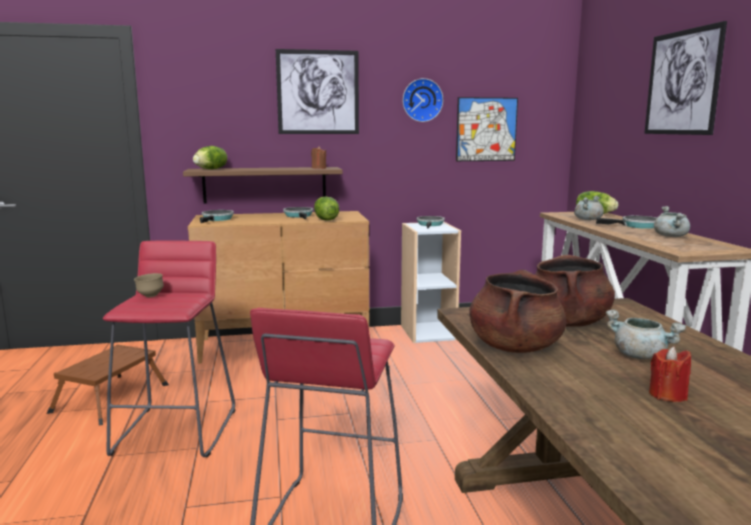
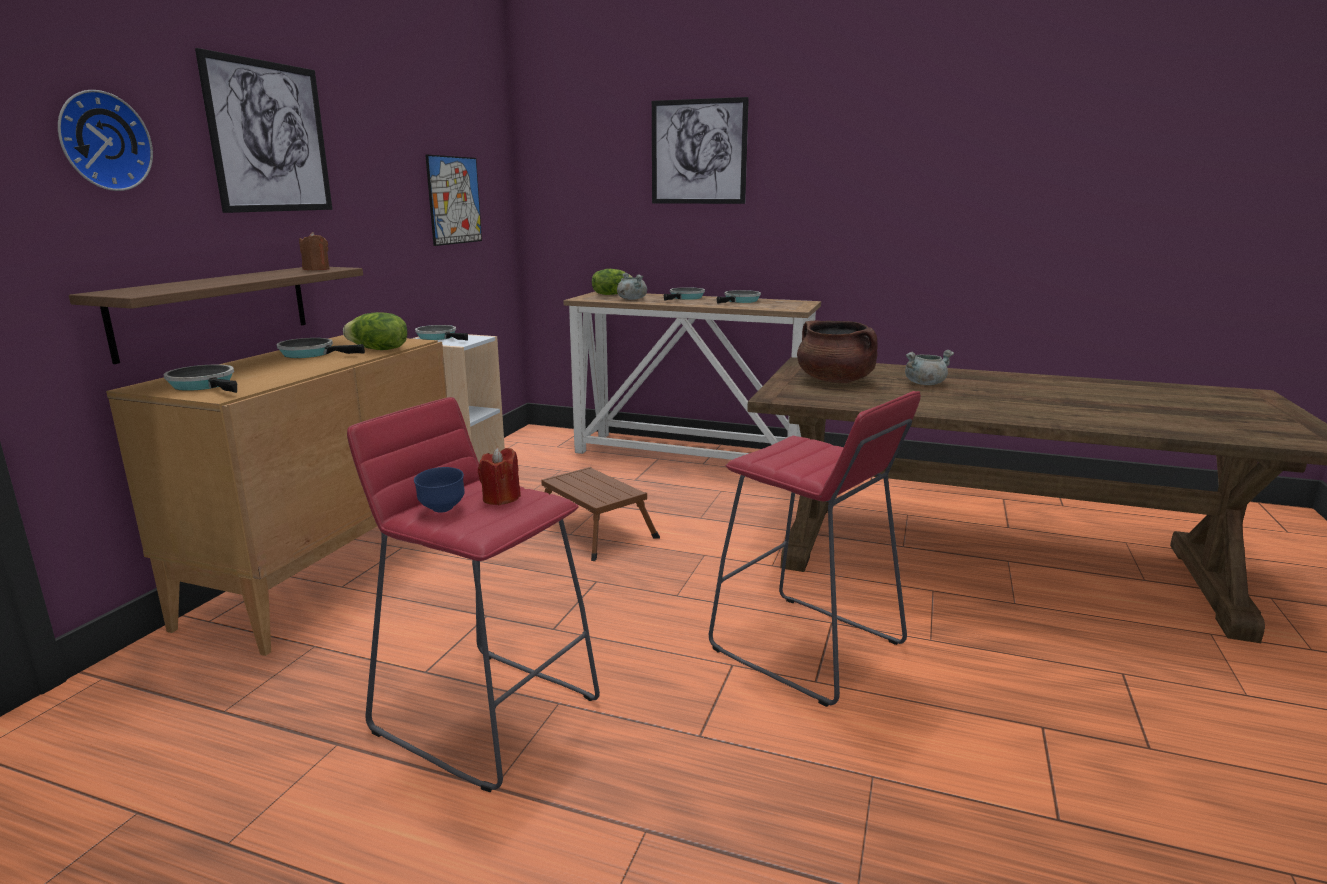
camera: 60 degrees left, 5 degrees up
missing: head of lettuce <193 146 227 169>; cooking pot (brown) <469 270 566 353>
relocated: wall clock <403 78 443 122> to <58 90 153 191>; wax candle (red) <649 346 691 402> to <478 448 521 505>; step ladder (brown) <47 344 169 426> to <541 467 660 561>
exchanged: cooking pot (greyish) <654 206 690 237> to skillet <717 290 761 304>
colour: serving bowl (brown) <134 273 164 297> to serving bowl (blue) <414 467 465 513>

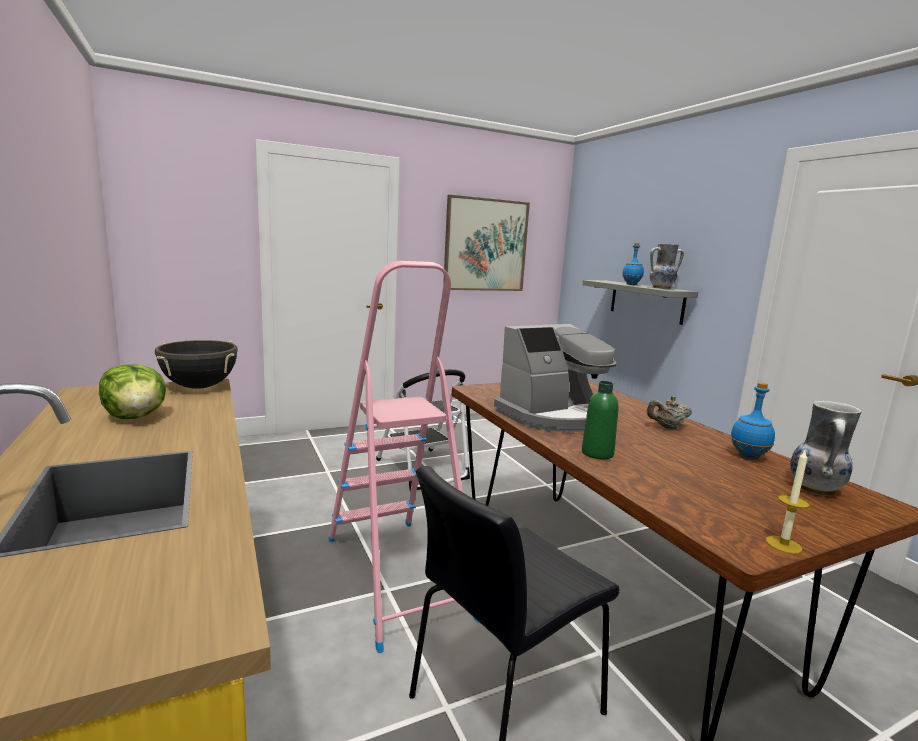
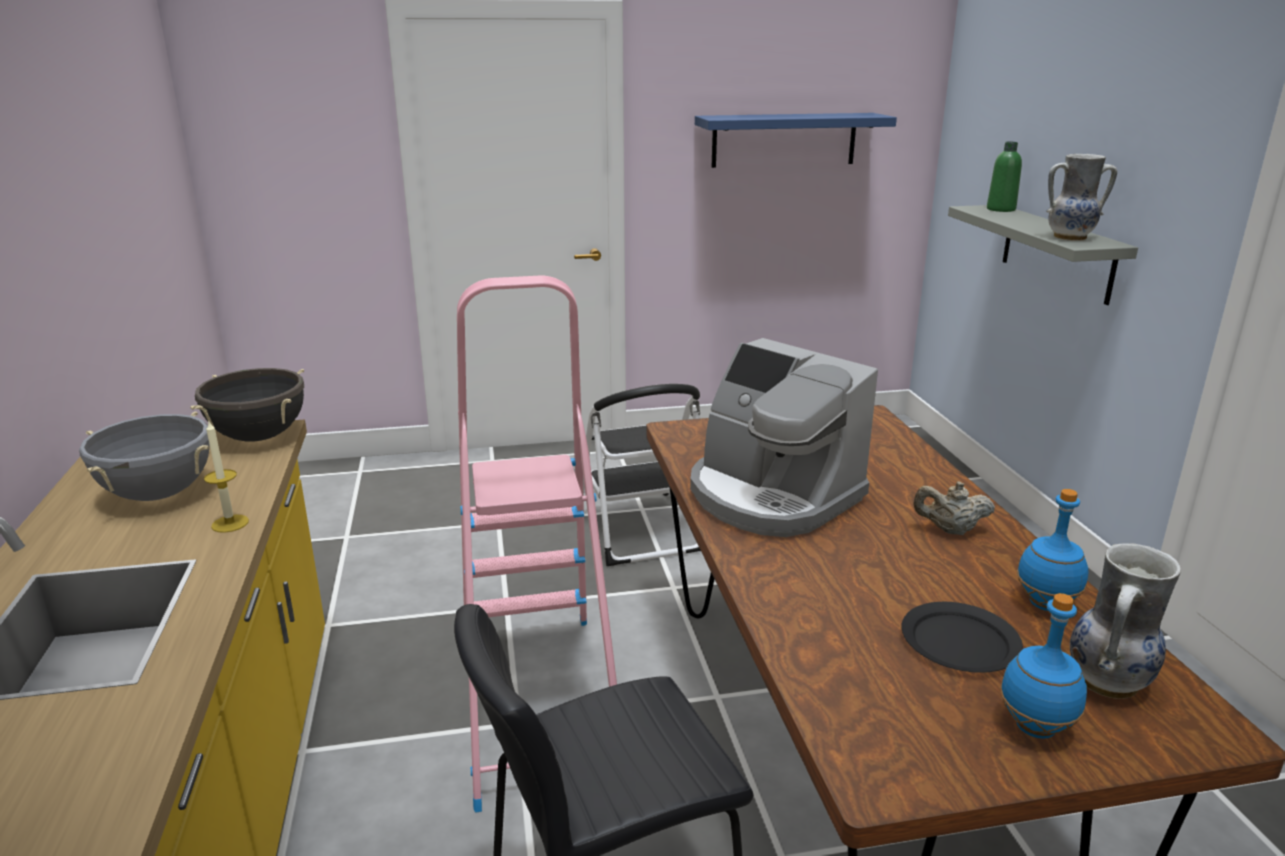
camera: 15 degrees right, 10 degrees up
appeared: dinner plate (blackish) <901 602 1023 673>
relocated: wax candle <766 449 810 554> to <204 422 249 533>; bottle (green) <582 381 619 459> to <987 142 1022 212>; bottle (blue) <622 243 644 285> to <1000 593 1087 739>
exchanged: head of lettuce <99 364 166 419> to cooking pot (greyish) <79 411 210 501>; picture <443 195 530 291> to wall shelf (blue) <695 113 897 168>
spun: coffee brewer <494 324 616 432> = <690 338 878 537> 60 degrees clockwise

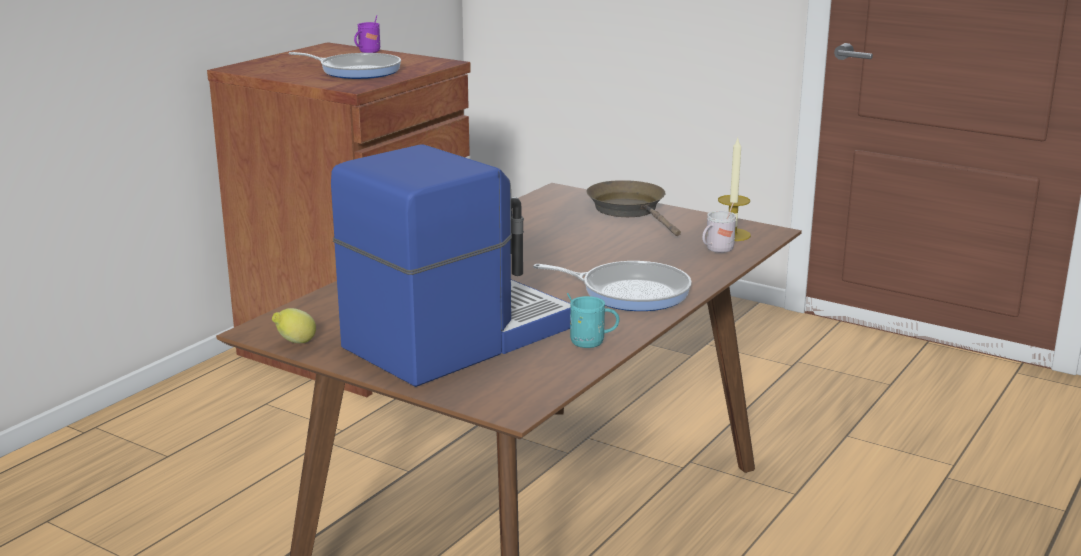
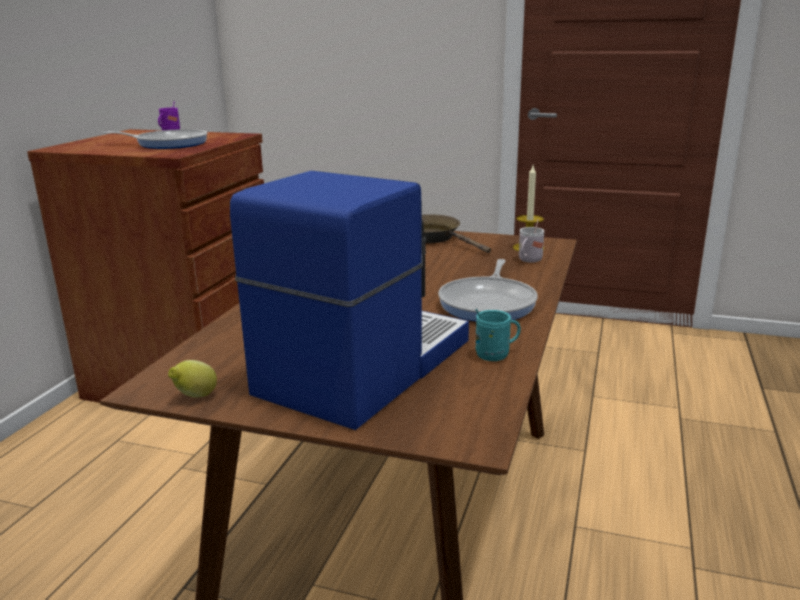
camera: 15 degrees left, 0 degrees up
spun: skillet <533 261 692 311> = <438 259 538 321> 105 degrees clockwise

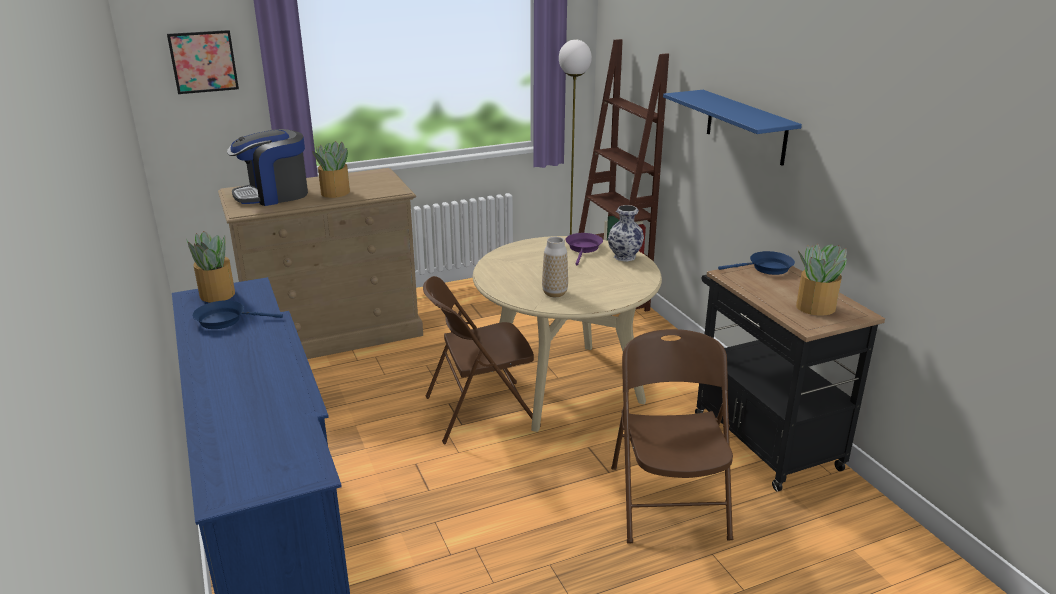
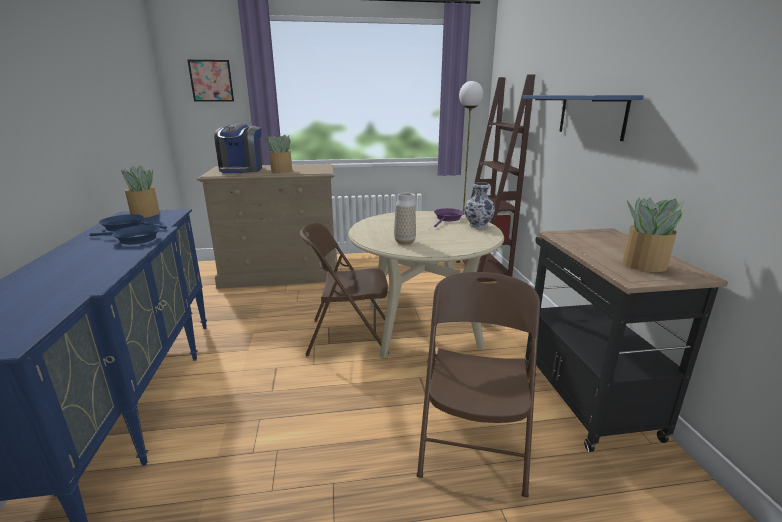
camera: 15 degrees right, 5 degrees down
relocated: skillet (blue) <718 251 795 275> to <90 225 160 245>
spun: coffee brewer <227 129 308 206> = <214 123 262 173> 75 degrees counterclockwise

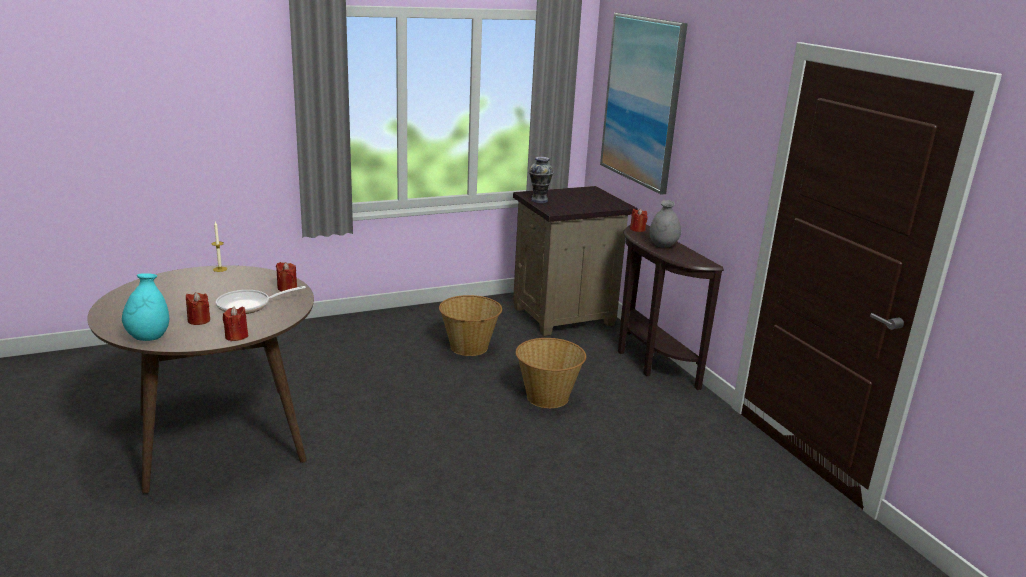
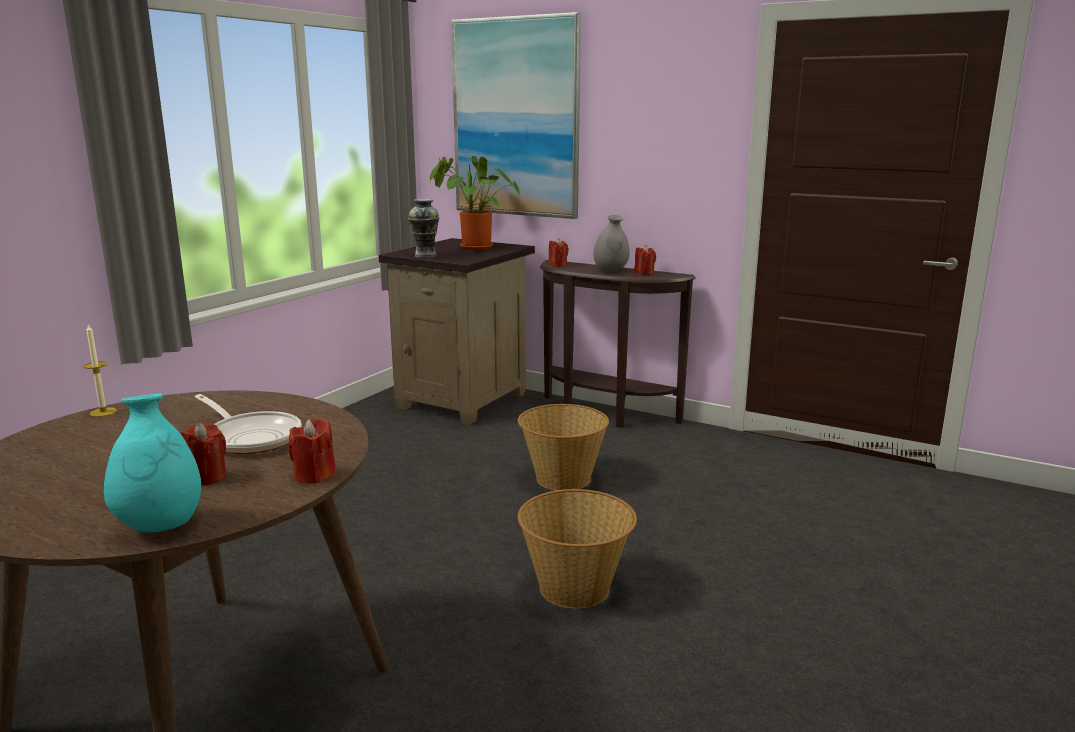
camera: 35 degrees left, 5 degrees down
appeared: houseplant <430 156 520 250>
relocated: storage basket <439 295 502 356> to <518 489 637 609>; wax candle (red) <276 262 297 291> to <634 245 656 275>
spun: skillet <216 286 306 314> = <195 394 302 454> 75 degrees counterclockwise

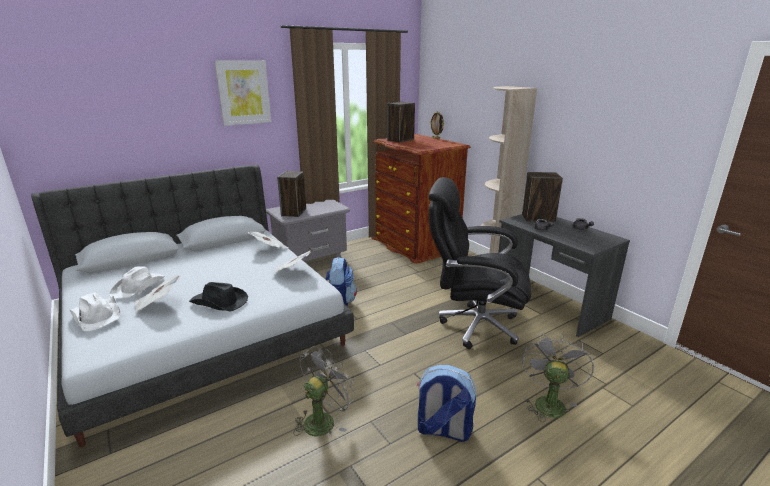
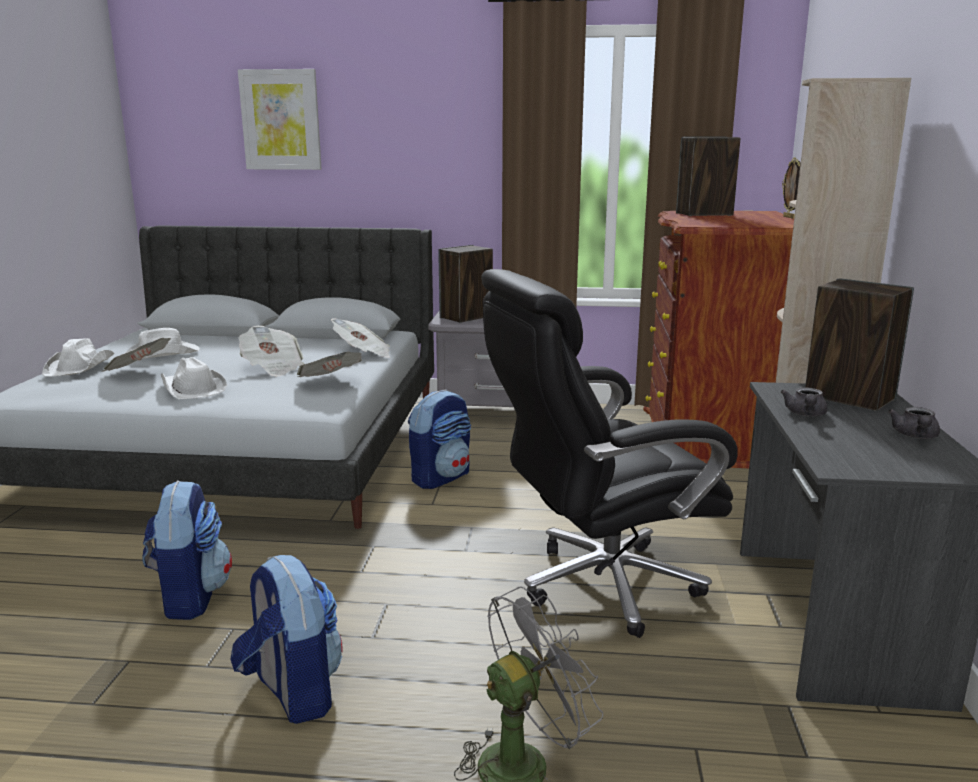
camera: 40 degrees right, 5 degrees down
appeared: newspaper <239 326 304 377>
relocated: picture <214 60 271 126> to <238 69 322 170>
exchanged: cooling fan (greyish) <293 346 357 436> to backpack <142 480 232 620>
colour: clothing hat (blackish) <189 282 248 312> to clothing hat (white-coloured) <161 357 227 399>
spun: computer chair (blackish) <429 177 531 349> = <481 269 738 638> 75 degrees counterclockwise

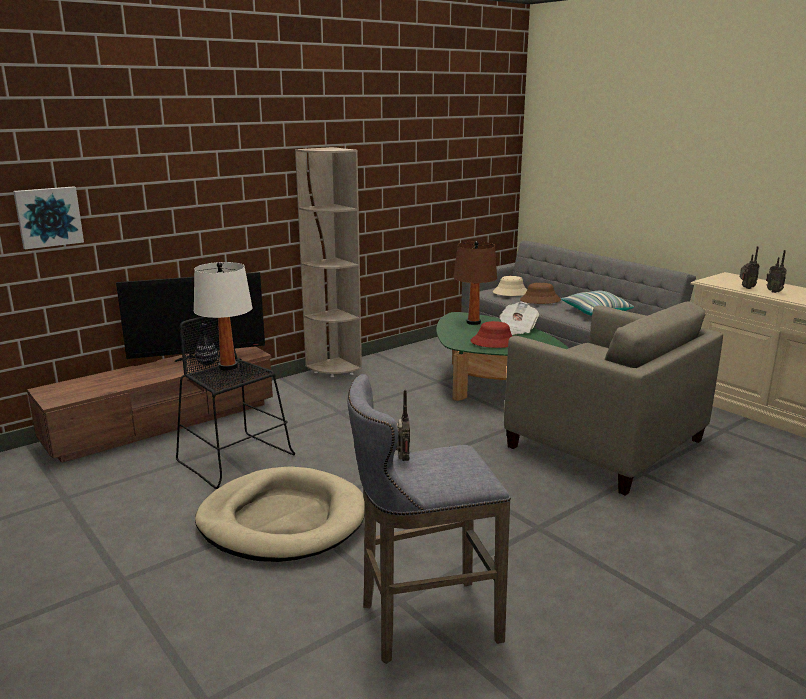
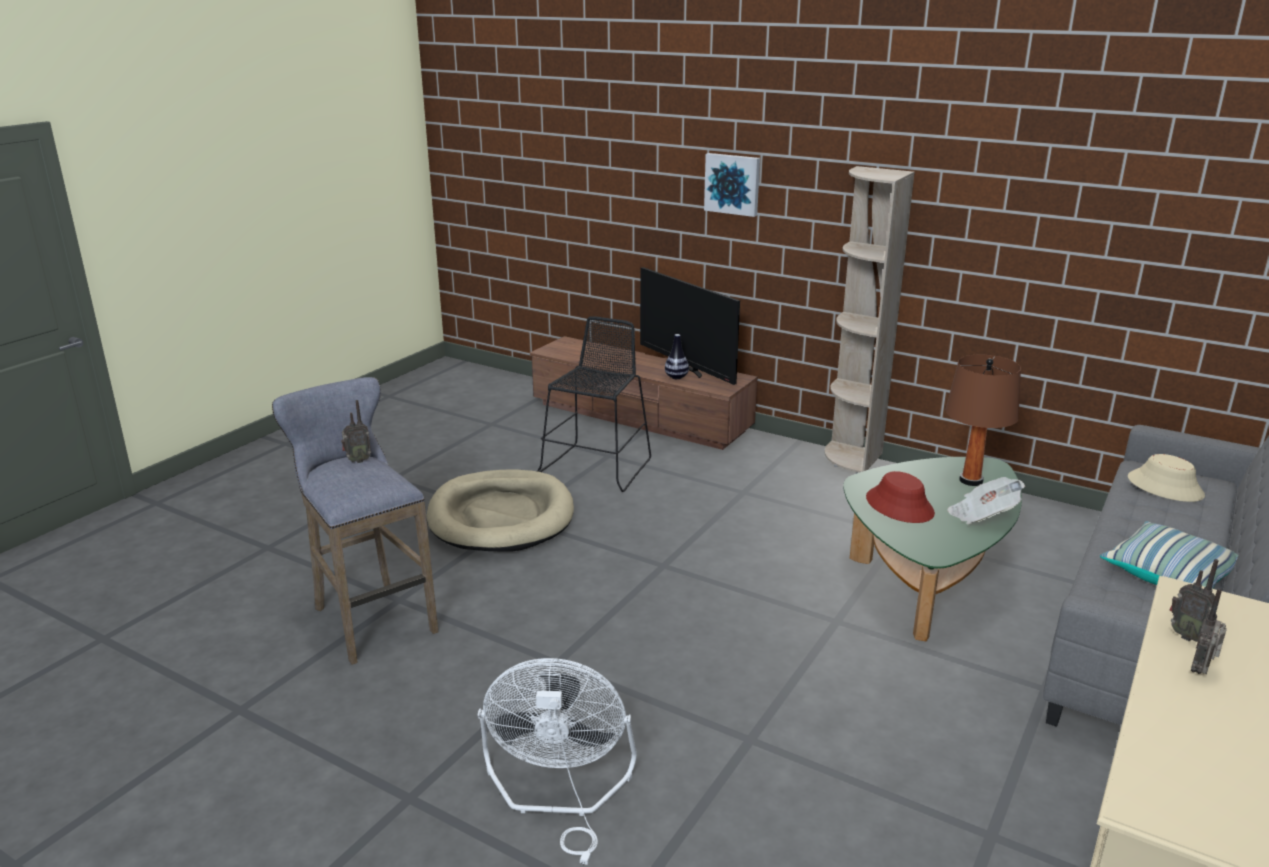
camera: 70 degrees right, 5 degrees up
missing: table lamp (white-coloured) <194 262 253 370>; lounge chair (beige) <504 302 723 496>; clothing hat (brown) <520 283 561 304>
appeared: cooling fan (white-coloured) <478 658 637 865>
relocated: picture <13 186 84 249> to <704 153 760 217>

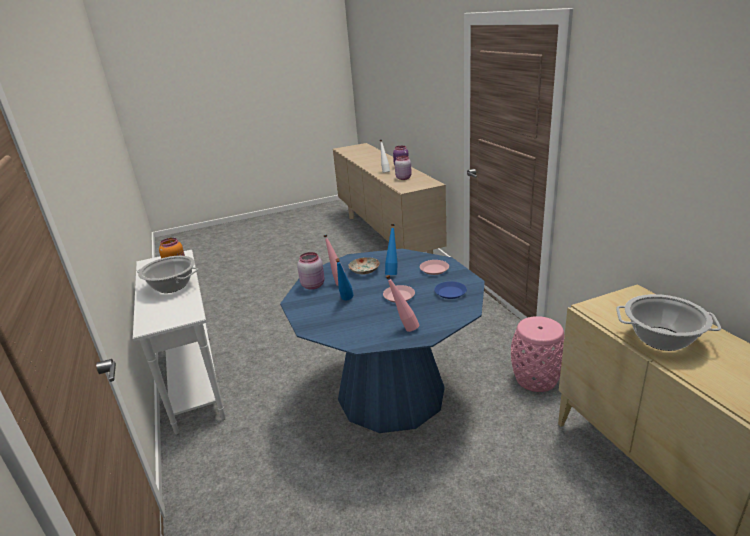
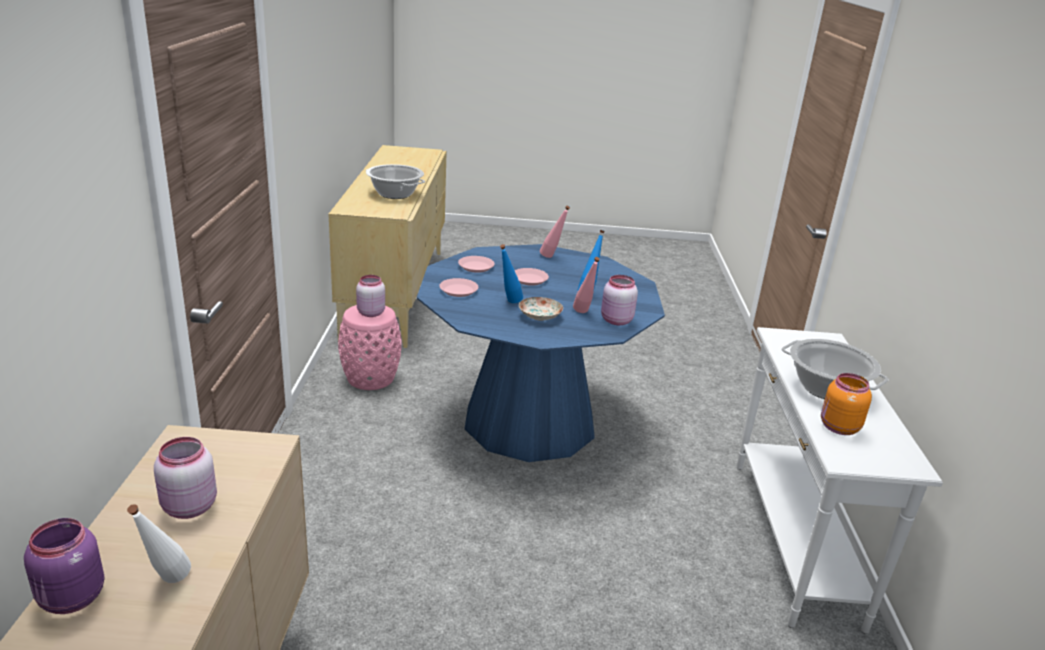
camera: 160 degrees left, 0 degrees up
appeared: jar (pink-coloured) <356 275 385 317>
colour: dinner plate (blue) <434 281 467 299> to dinner plate (pink-coloured) <458 256 495 273>

